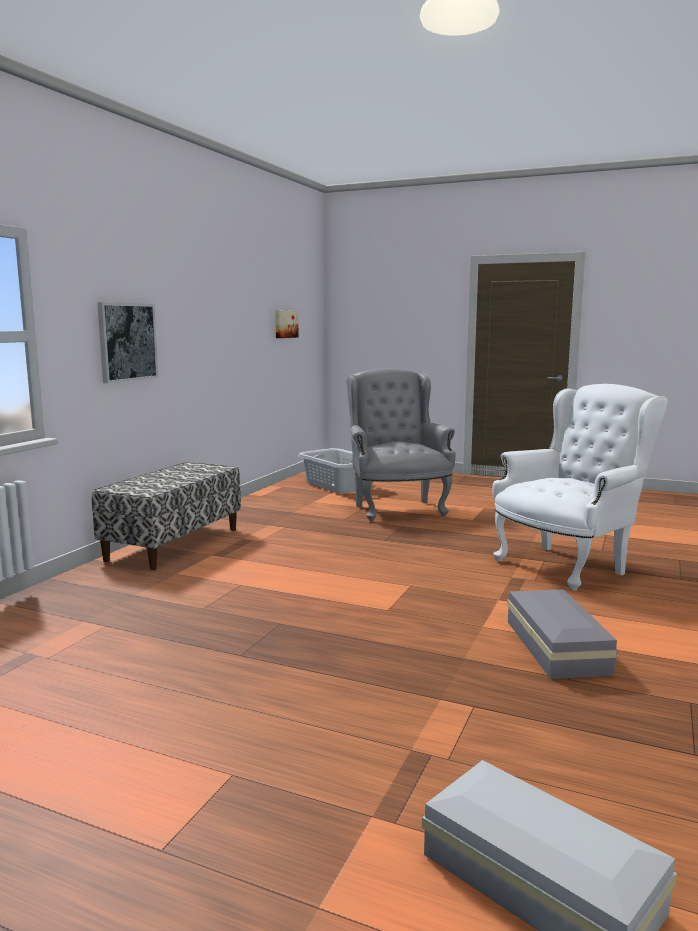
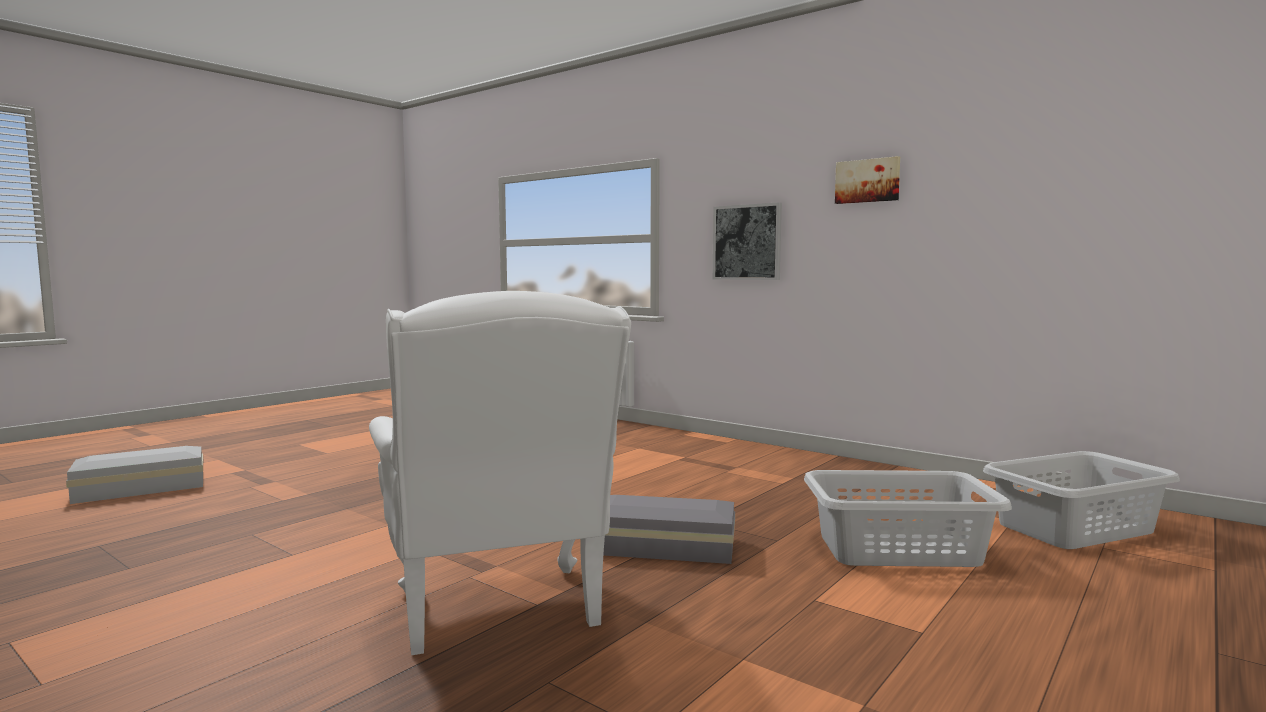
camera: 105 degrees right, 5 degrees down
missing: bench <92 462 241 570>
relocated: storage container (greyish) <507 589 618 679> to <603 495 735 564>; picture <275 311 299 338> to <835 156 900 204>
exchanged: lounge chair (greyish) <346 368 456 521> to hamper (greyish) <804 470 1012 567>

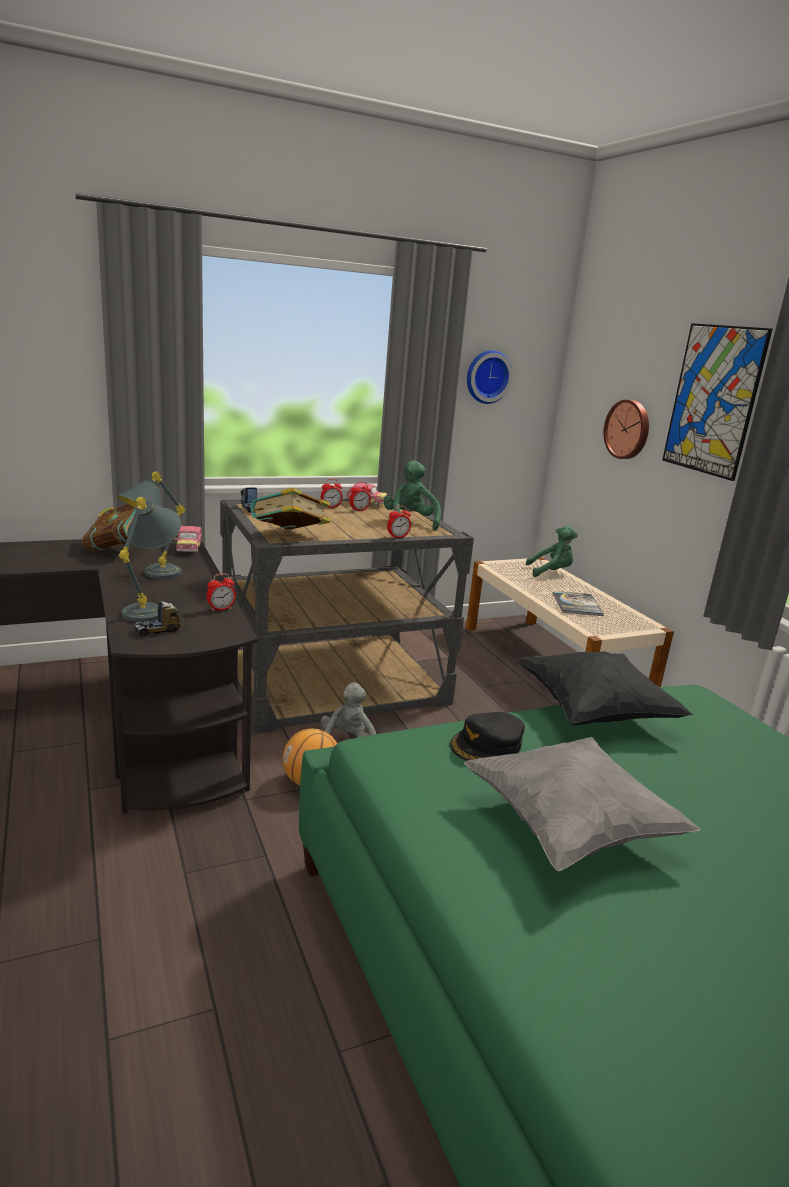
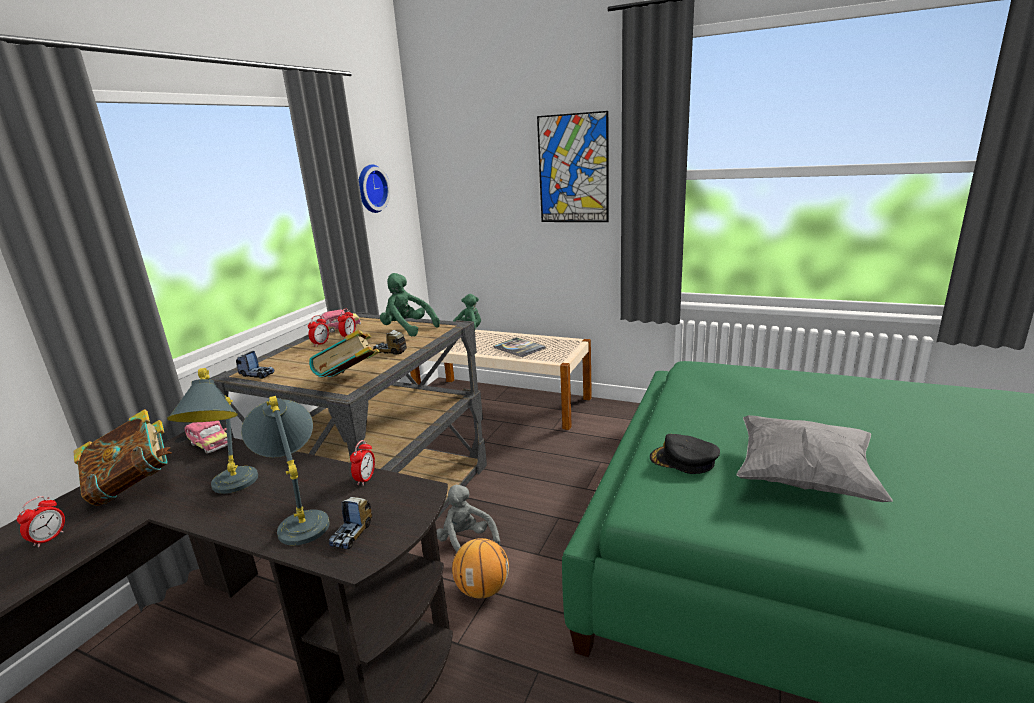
camera: 40 degrees left, 0 degrees up
missing: pillow (blackish) <517 651 693 725>; wall clock <604 400 649 459>
appeared: toy lorry <373 330 407 354>
relocated: table clock <387 506 411 538> to <17 496 65 547>
spun: peaked cap (blackish) <450 712 525 761> = <650 434 720 474> 105 degrees clockwise

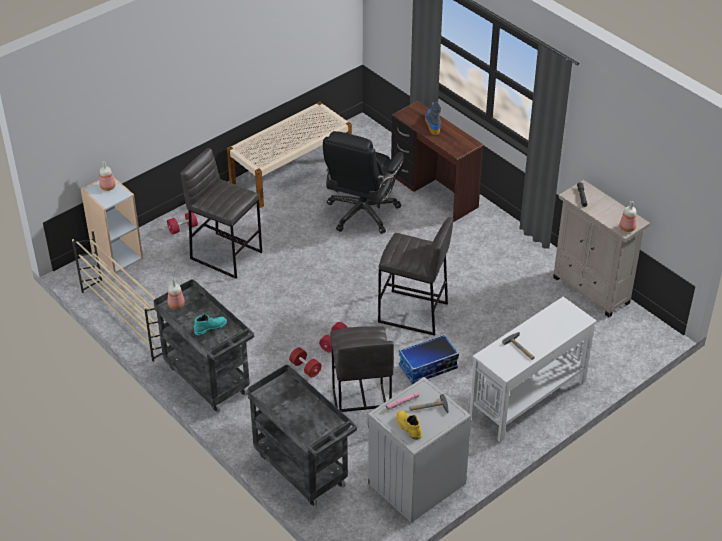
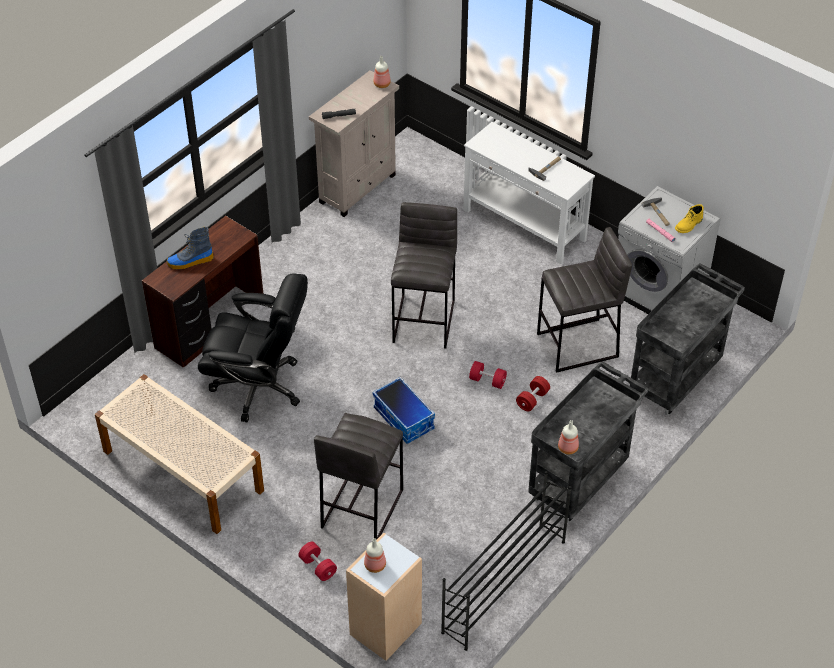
camera: 100 degrees left, 5 degrees up
missing: boot (turquoise-coloured) <194 314 227 335>
relocated: storage container <399 334 459 384> to <373 377 435 444>
colour: shoe stand (beige) <72 229 169 363> to shoe stand (blackish) <441 471 571 651>

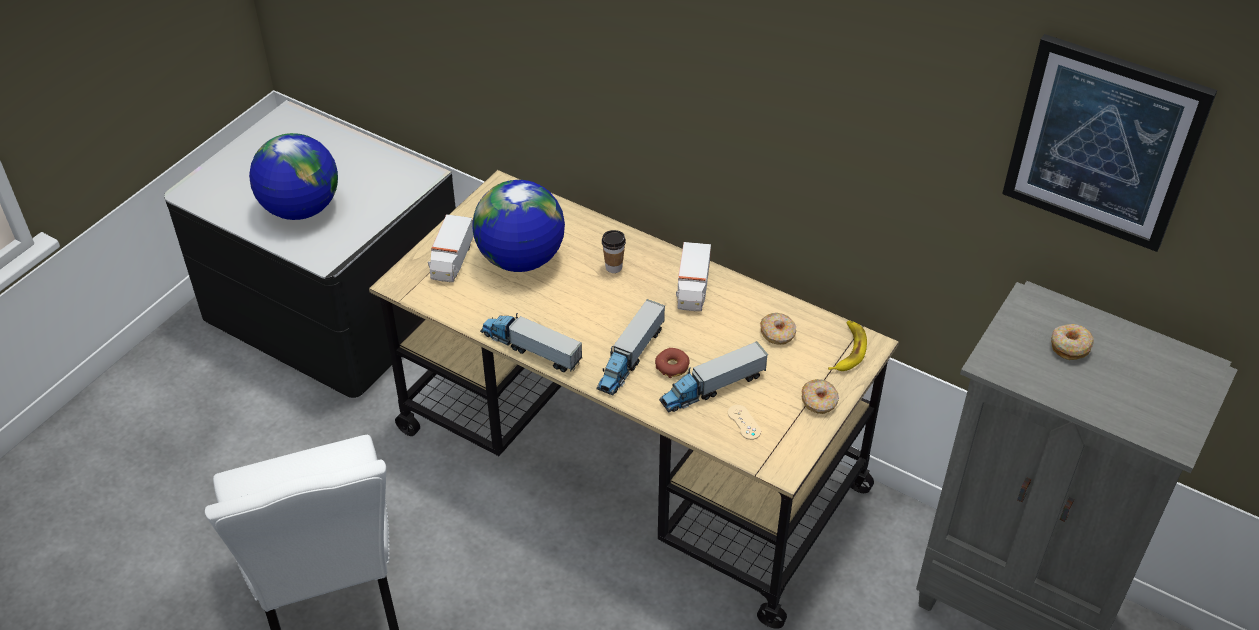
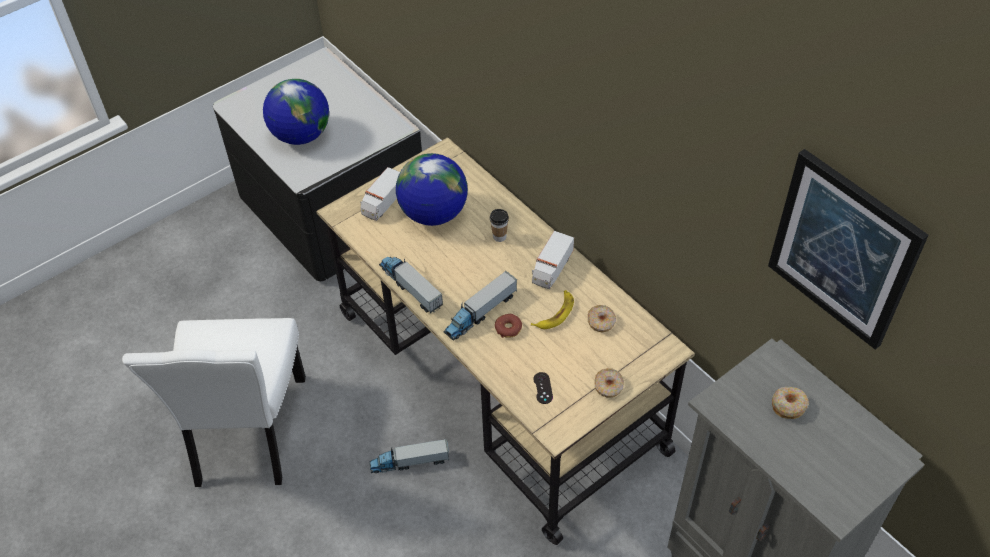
camera: 20 degrees right, 5 degrees up
relocated: toy lorry <659 341 768 413> to <370 439 449 473>; banana fruit <828 320 867 371> to <531 290 574 329>
colour: game controller (beige) <728 405 761 440> to game controller (blackish) <533 372 553 404>

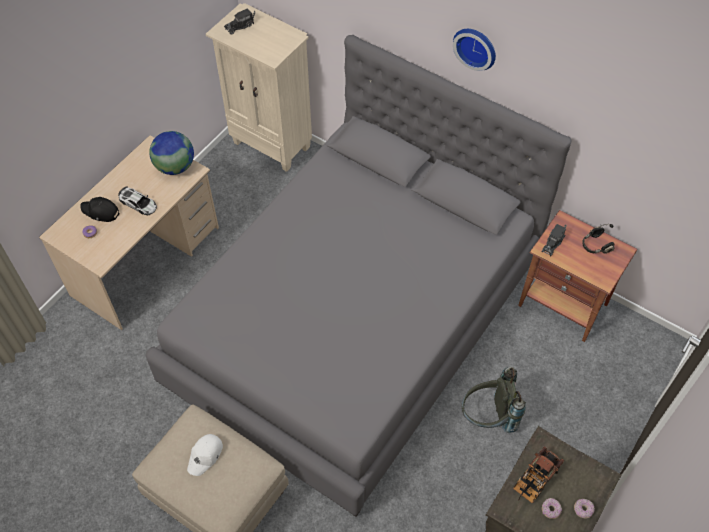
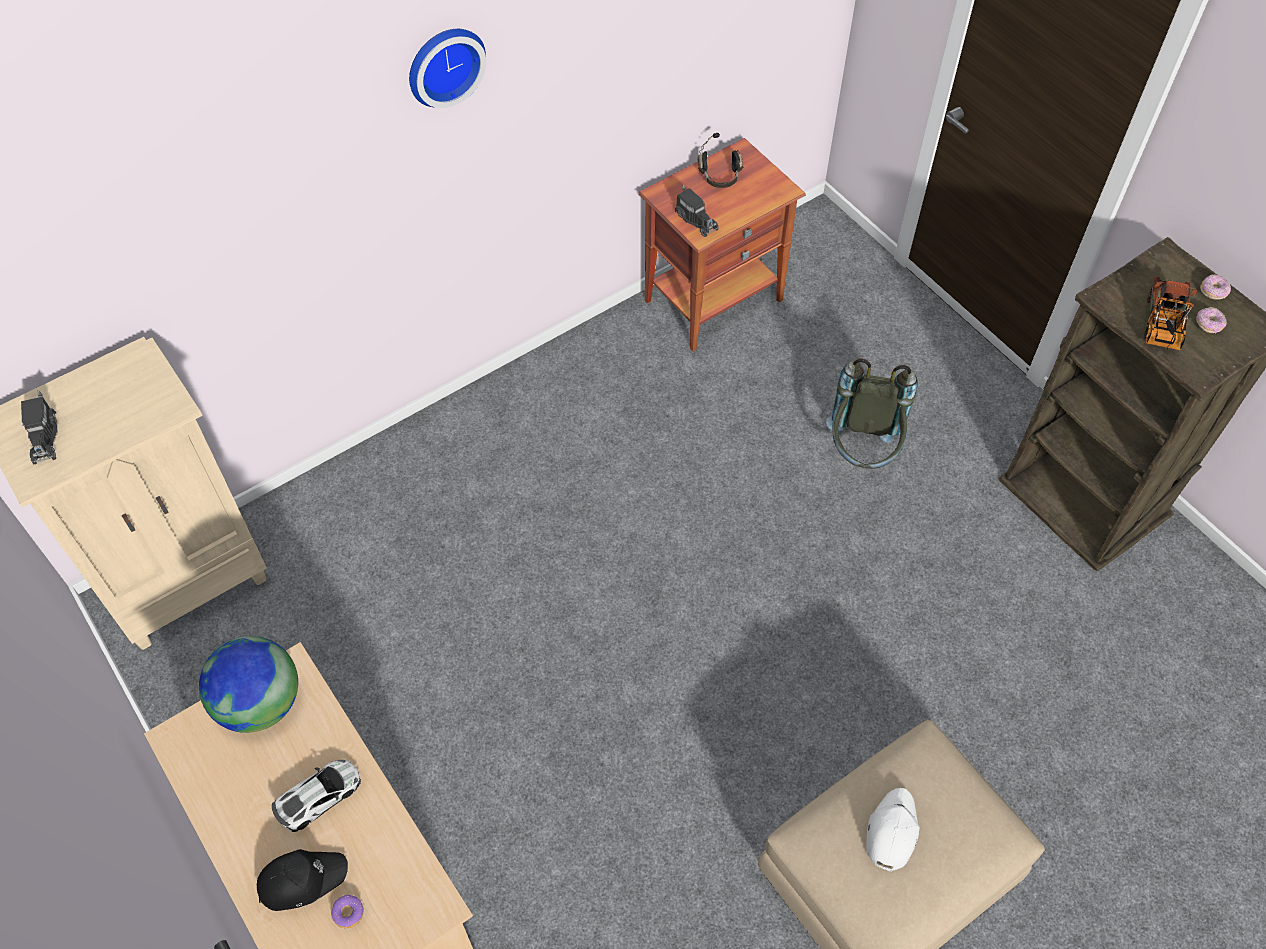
camera: 70 degrees left, 0 degrees up
missing: bed (greyish) <146 35 572 517>
spun: peaked cap (blackish) <80 197 120 222> = <257 849 348 911> 150 degrees counterclockwise; peaked cap (white-coloured) <187 434 223 476> = <866 788 920 872> 120 degrees counterclockwise; toy lorry <513 446 564 503> = <1144 276 1197 350> 45 degrees clockwise

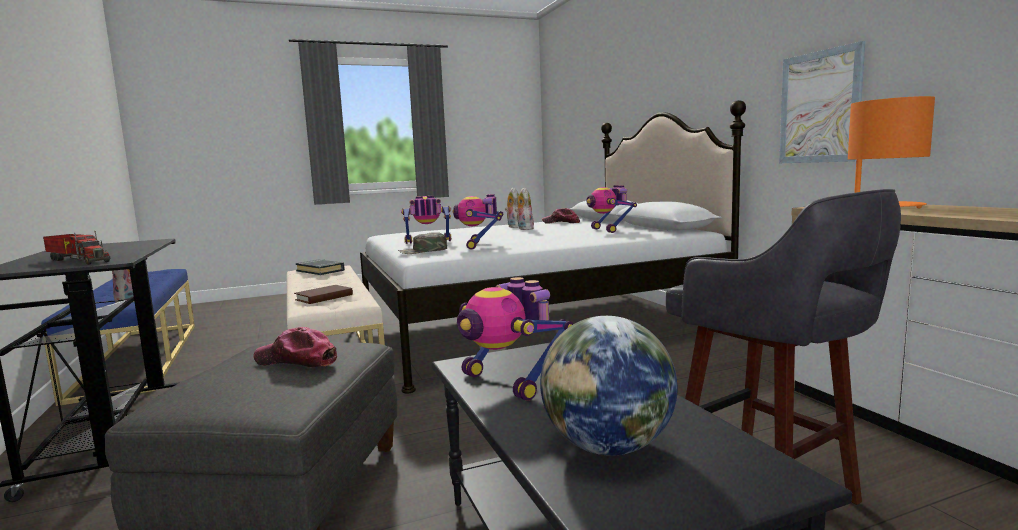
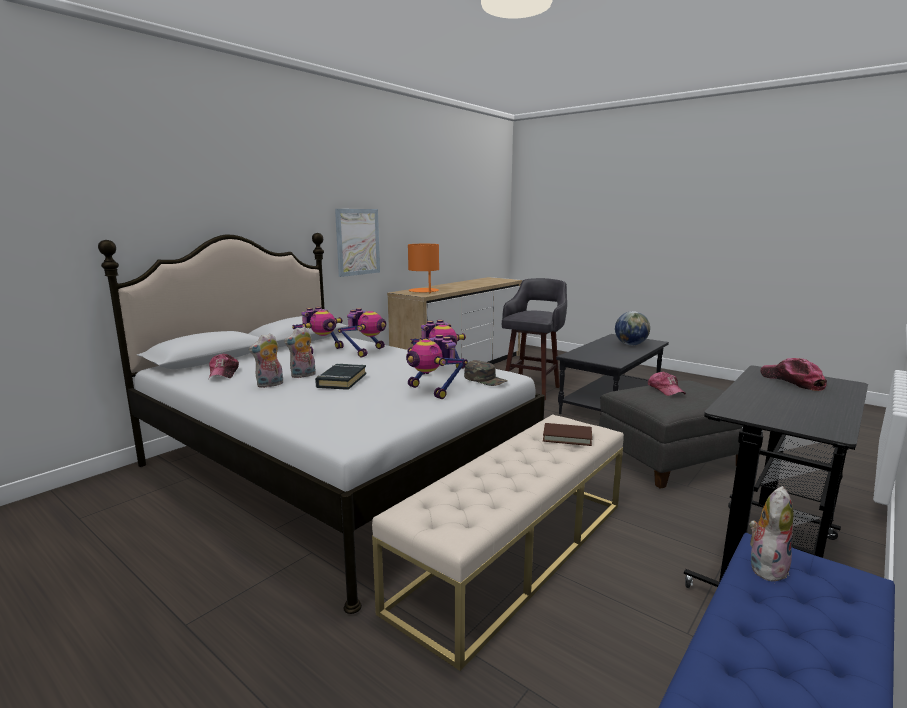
camera: 120 degrees left, 5 degrees up
relocated: bound book (blackish) <296 259 345 275> to <315 364 366 390>; toy robot <457 277 573 401> to <338 308 386 358>
exchanged: toy lorry <43 231 110 265> to peaked cap <760 358 827 391>

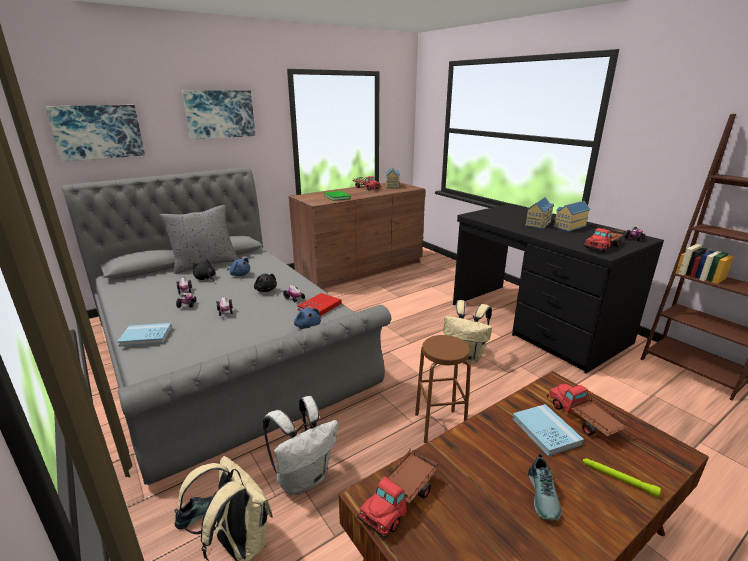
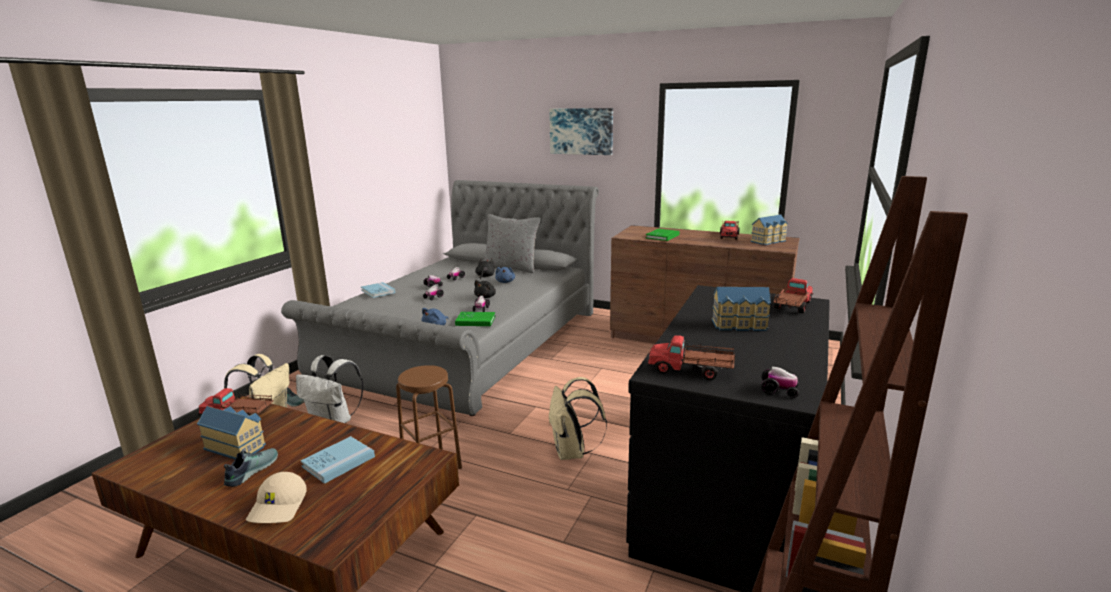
camera: 60 degrees right, 5 degrees down
missing: picture <45 105 145 161>
relocated: model house <554 201 590 232> to <197 406 266 459>; toy lorry <546 384 628 437> to <773 278 813 313>
exchanged: flashlight (green) <583 459 661 497> to peaked cap (beige) <246 472 307 523>
colour: bound book (red) <297 293 341 316> to bound book (green) <455 312 495 326>
spun: low shoe <528 453 561 521> = <224 448 278 487> 135 degrees clockwise

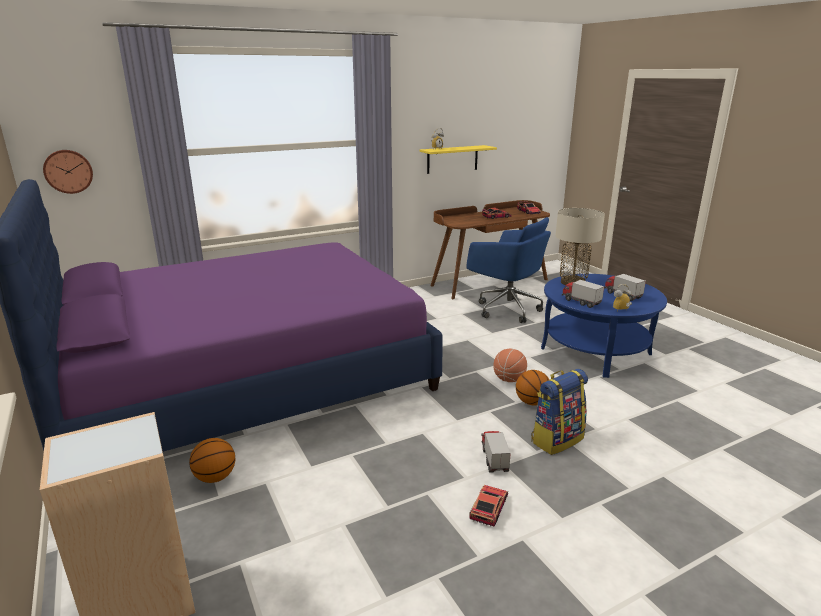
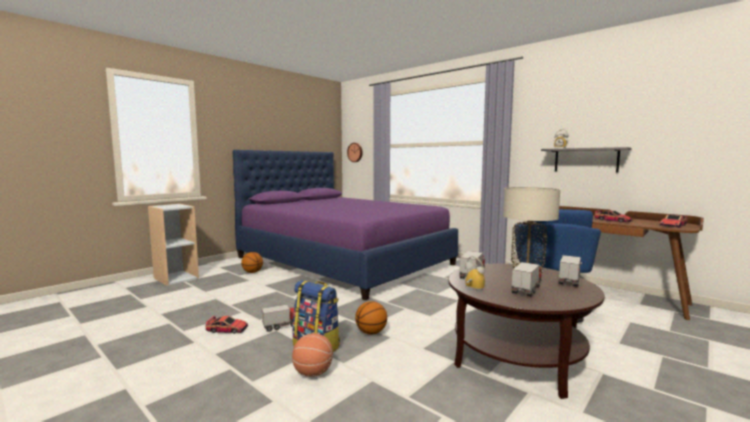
camera: 70 degrees right, 15 degrees down
appeared: toy lorry <558 255 582 287>
relocated: basketball <493 349 527 382> to <292 333 333 377>
colour: low table (blue) <541 274 667 378> to low table (brown) <448 264 605 399>; wall shelf (yellow-coloured) <419 145 497 174> to wall shelf (greyish) <541 147 631 173>

